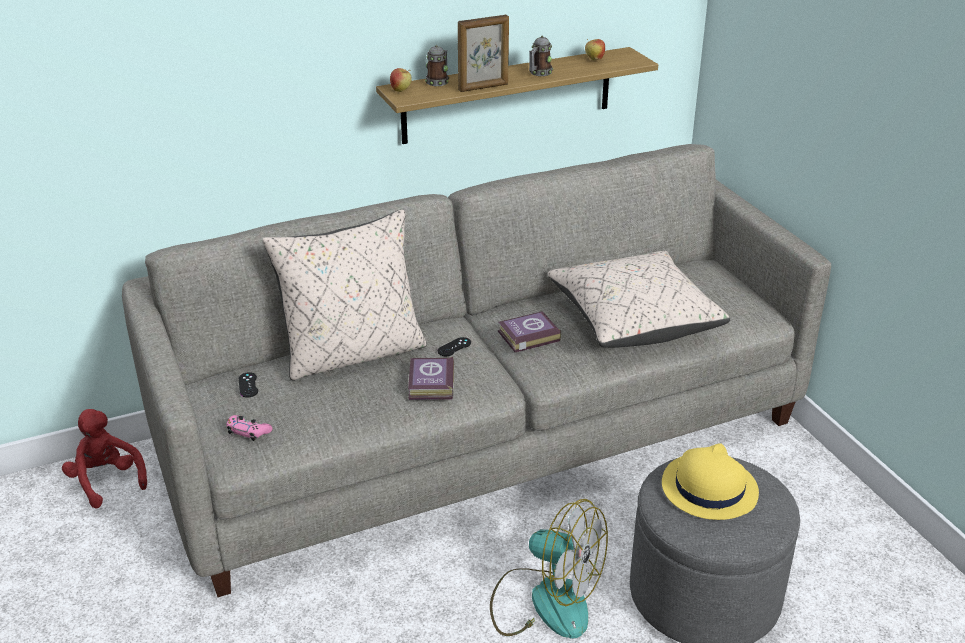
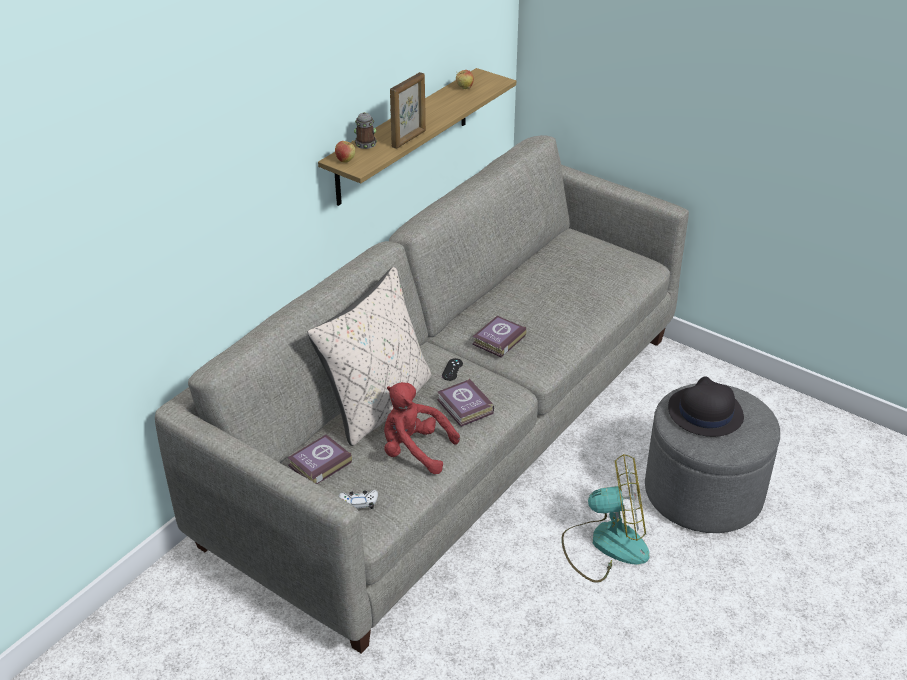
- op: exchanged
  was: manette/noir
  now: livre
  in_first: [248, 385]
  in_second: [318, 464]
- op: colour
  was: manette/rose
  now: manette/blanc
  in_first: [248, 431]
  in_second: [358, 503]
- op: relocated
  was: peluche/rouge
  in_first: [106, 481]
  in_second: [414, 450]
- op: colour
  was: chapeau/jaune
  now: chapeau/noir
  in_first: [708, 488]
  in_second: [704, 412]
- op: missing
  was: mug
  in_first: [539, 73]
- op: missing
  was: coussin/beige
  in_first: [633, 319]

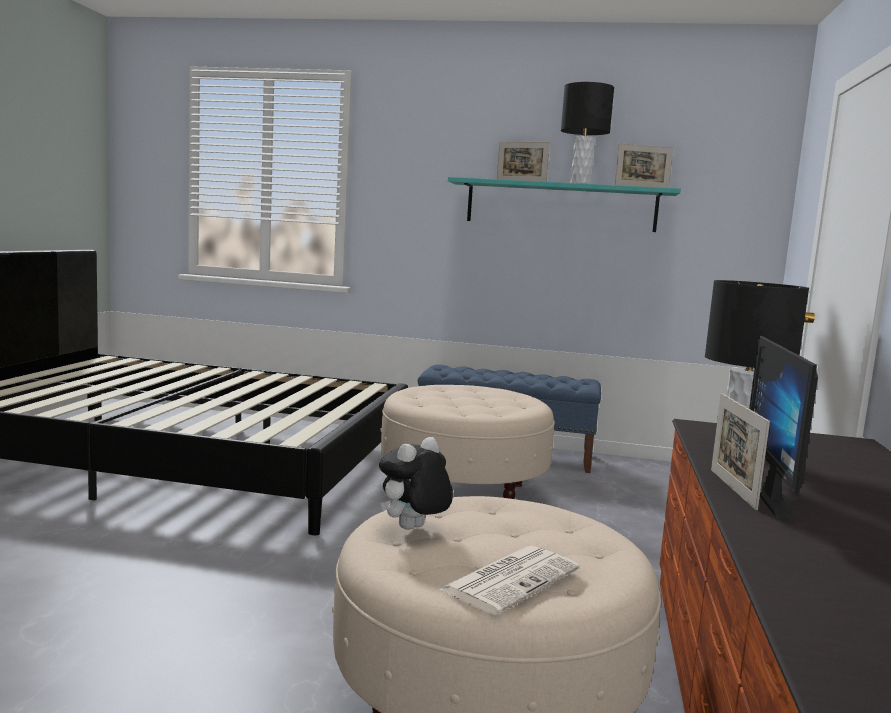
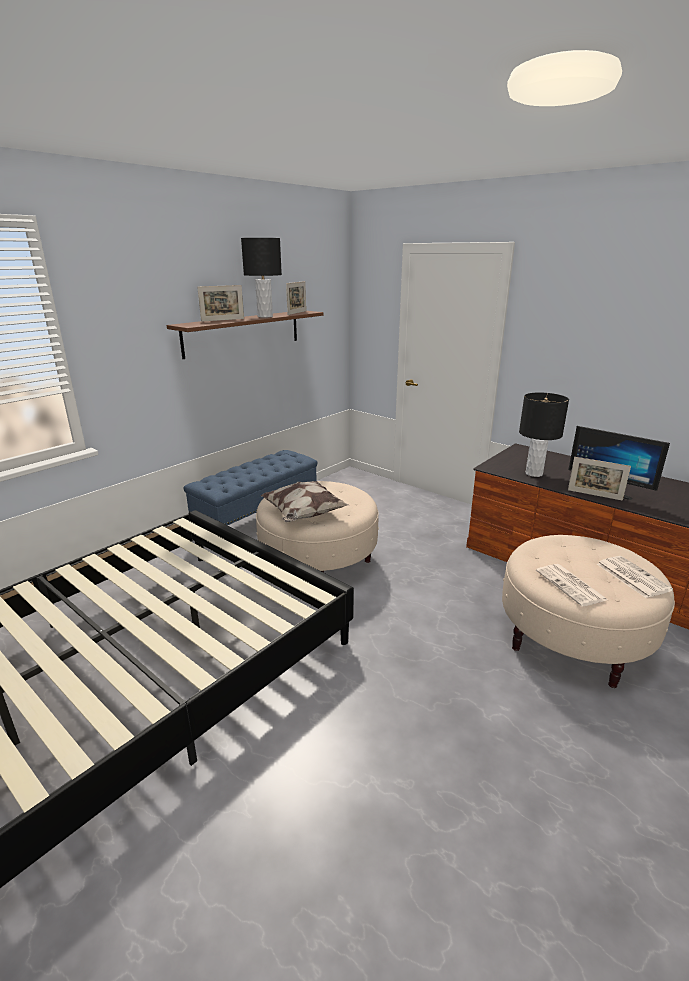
- op: colour
  was: étagère/turquoise
  now: étagère/marron
  in_first: [561, 206]
  in_second: [243, 333]
- op: appeared
  now: coussin
  in_second: [303, 515]
- op: exchanged
  was: peluche
  now: journal
  in_first: [413, 529]
  in_second: [571, 586]

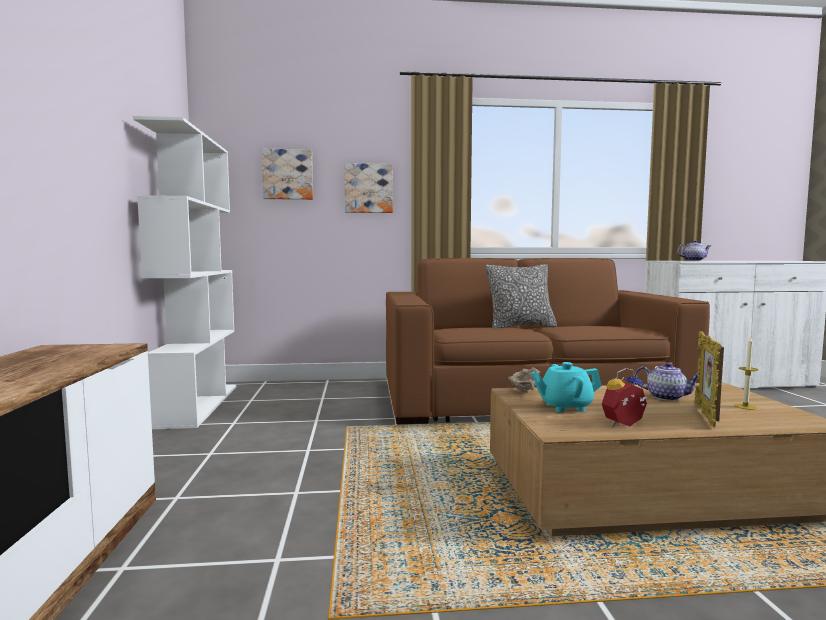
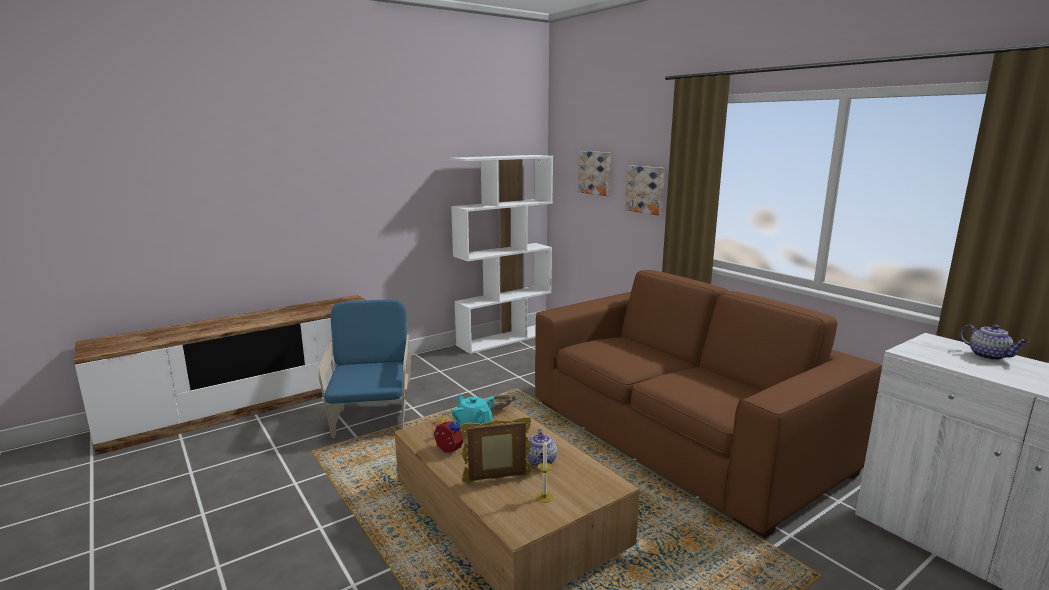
- op: appeared
  now: fauteuil/bleu
  in_second: [371, 417]
- op: missing
  was: coussin
  in_first: [520, 326]

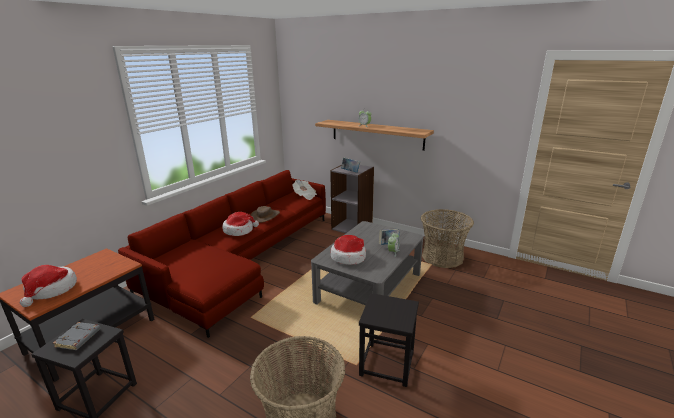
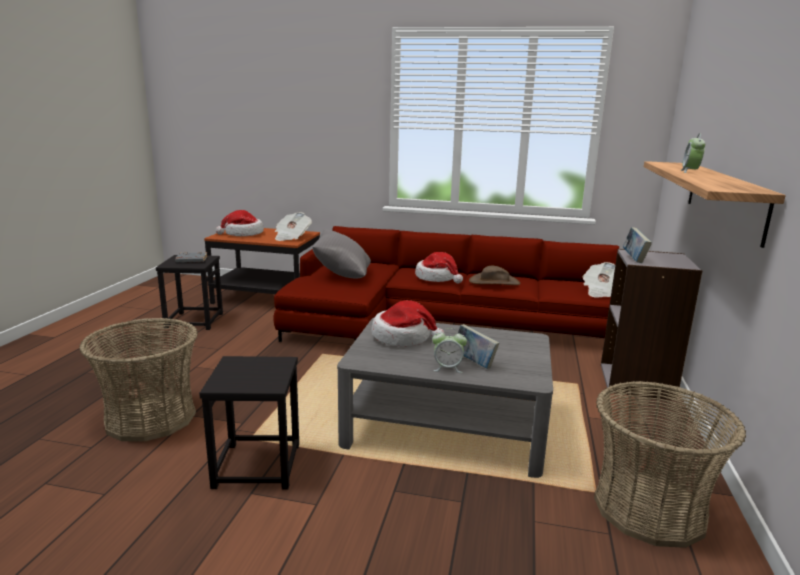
- op: appeared
  now: journal
  in_second: [291, 237]
- op: appeared
  now: coussin/gris
  in_second: [342, 275]

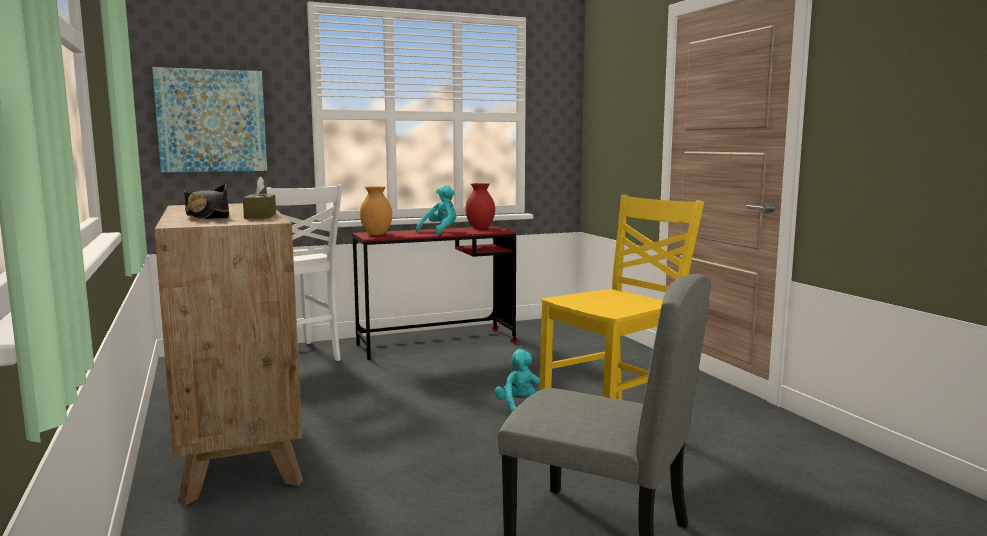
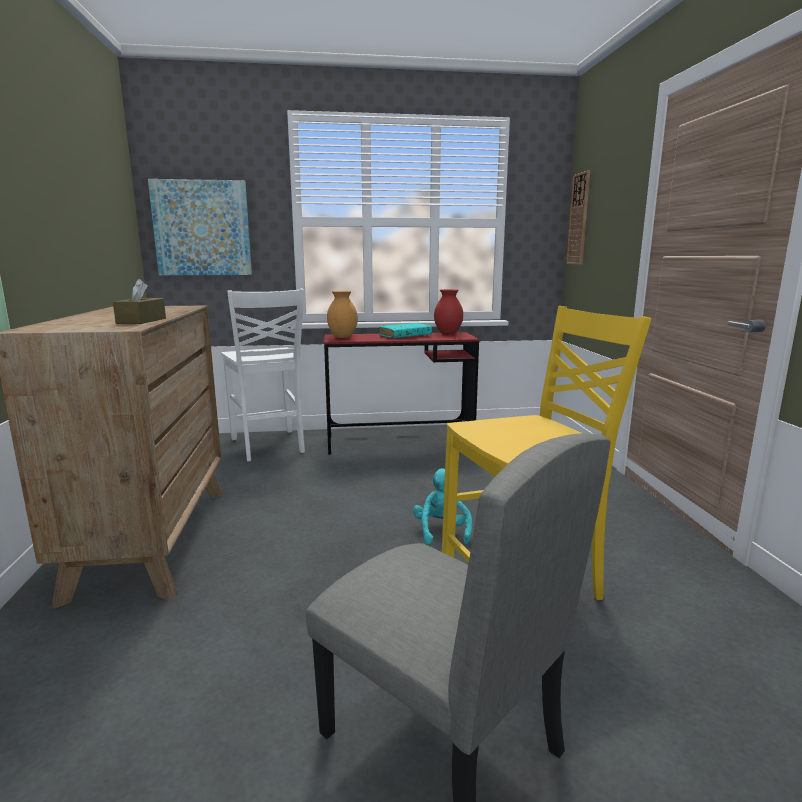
- op: exchanged
  was: peluche/turquoise
  now: livre/turquoise
  in_first: [440, 231]
  in_second: [405, 336]
- op: appeared
  now: horloge murale
  in_second: [579, 219]
- op: missing
  was: chapeau/noir
  in_first: [207, 217]

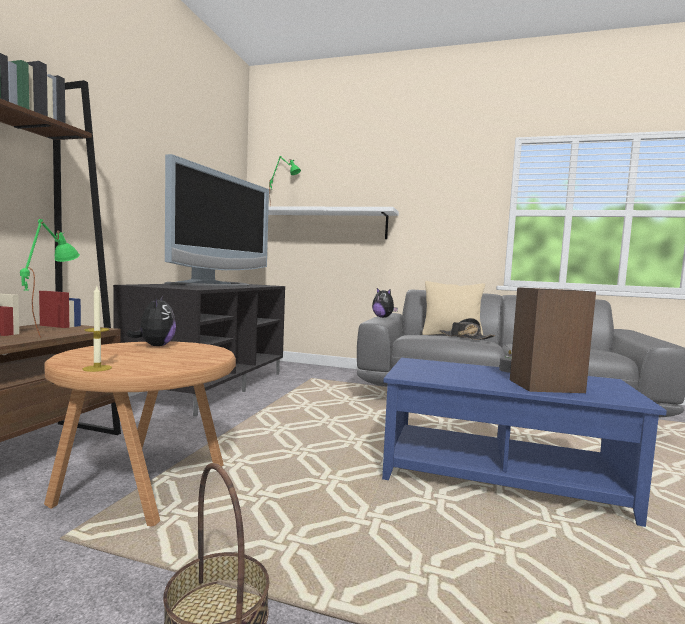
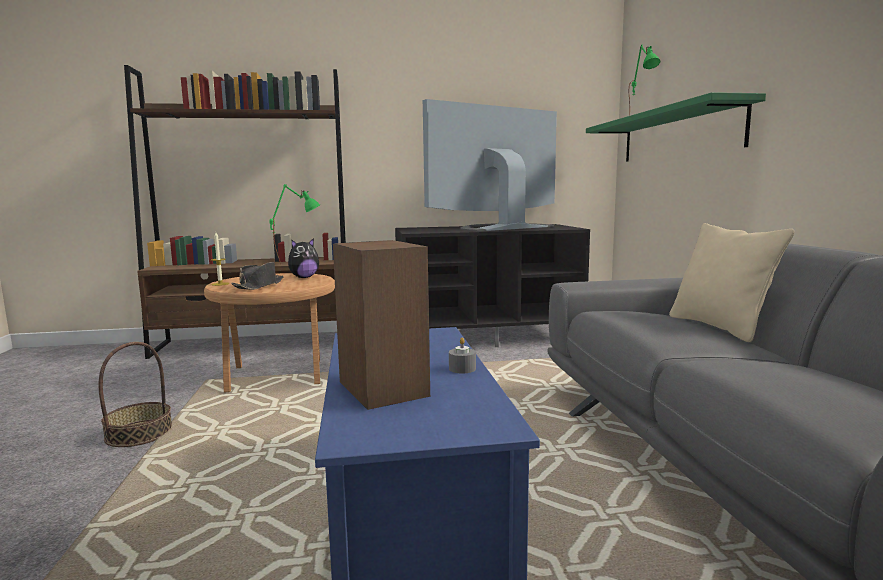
- op: relocated
  was: chapeau/noir
  in_first: [465, 337]
  in_second: [259, 286]
- op: spun
  was: téléviseur
  in_first: [216, 284]
  in_second: [499, 227]
  clockwise: 150
- op: colour
  was: étagère/blanc
  now: étagère/vert
  in_first: [322, 224]
  in_second: [677, 135]
- op: missing
  was: peluche
  in_first: [383, 317]

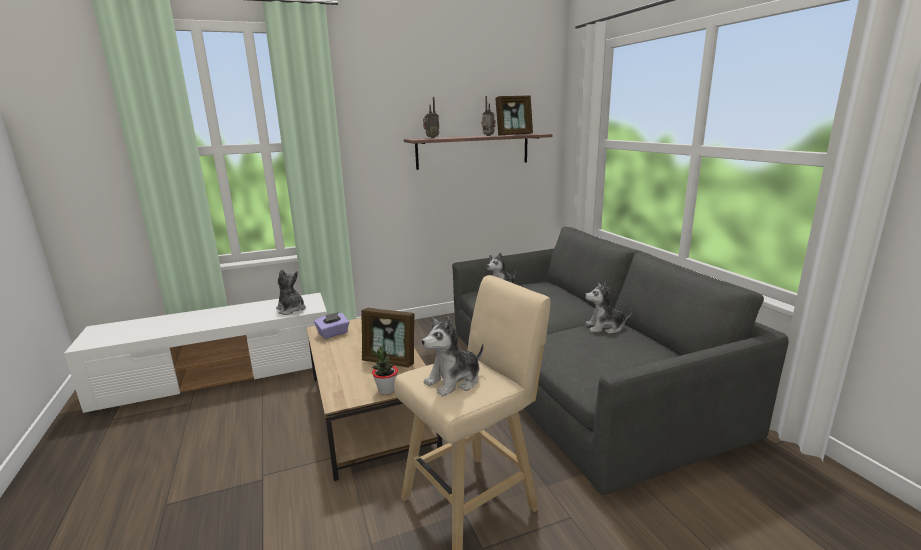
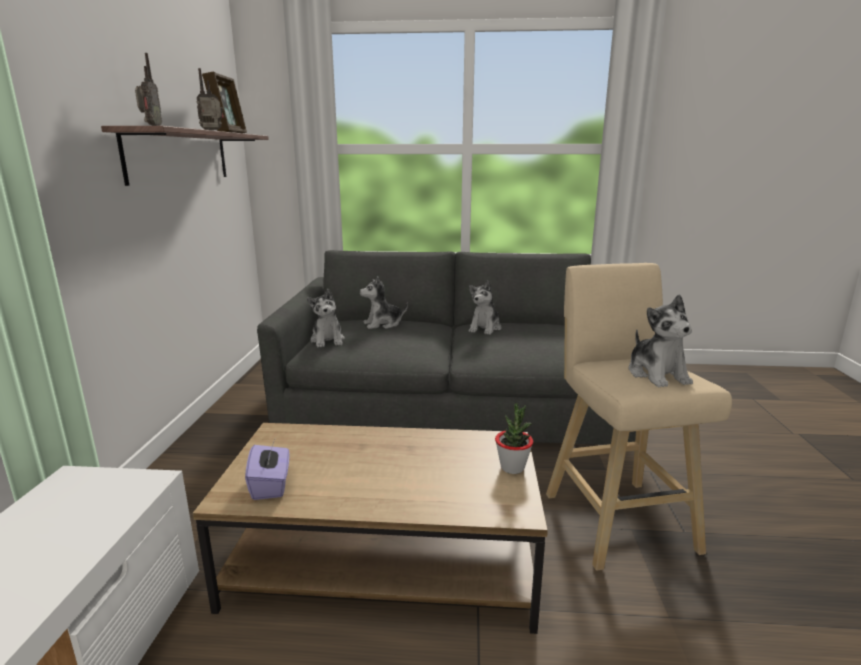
- op: relocated
  was: peluche
  in_first: [291, 310]
  in_second: [383, 324]
- op: missing
  was: cadre photo
  in_first: [389, 361]

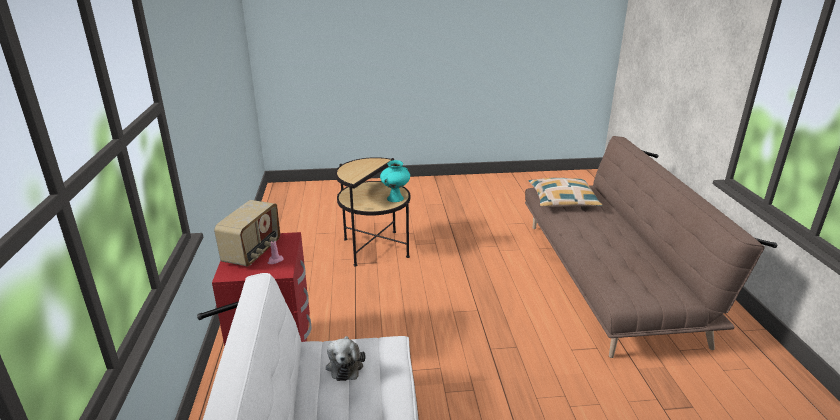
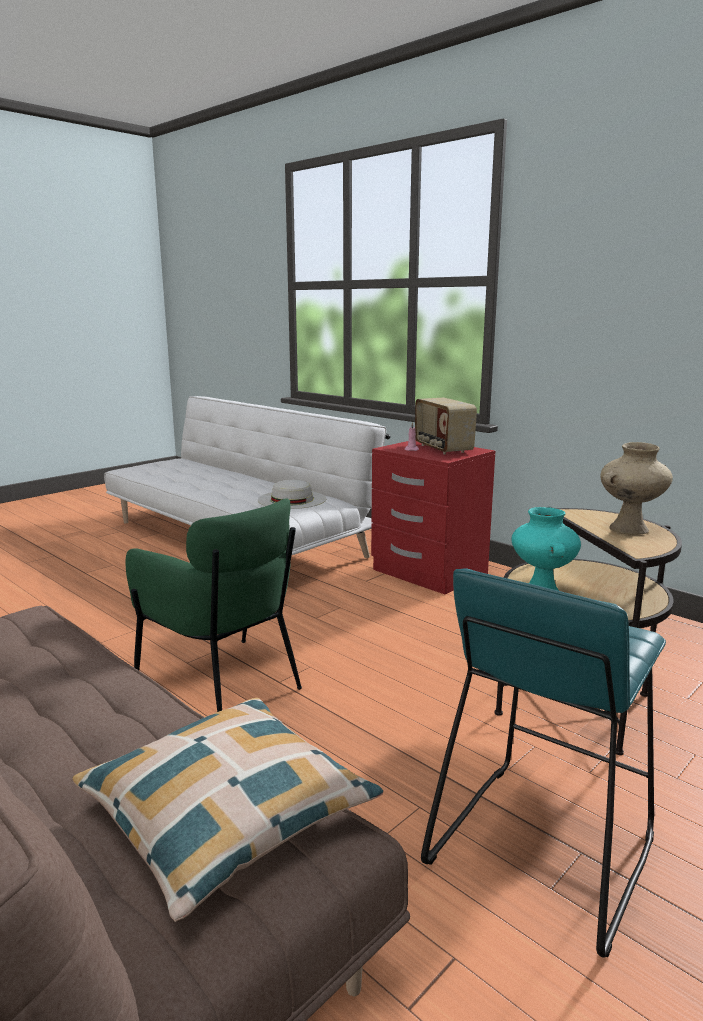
- op: appeared
  now: fauteuil/vert
  in_second: [225, 684]
- op: exchanged
  was: peluche
  now: chapeau/blanc
  in_first: [345, 365]
  in_second: [292, 499]
- op: appeared
  now: tabouret/turquoise
  in_second: [540, 848]
- op: appeared
  now: vase/beige
  in_second: [629, 529]

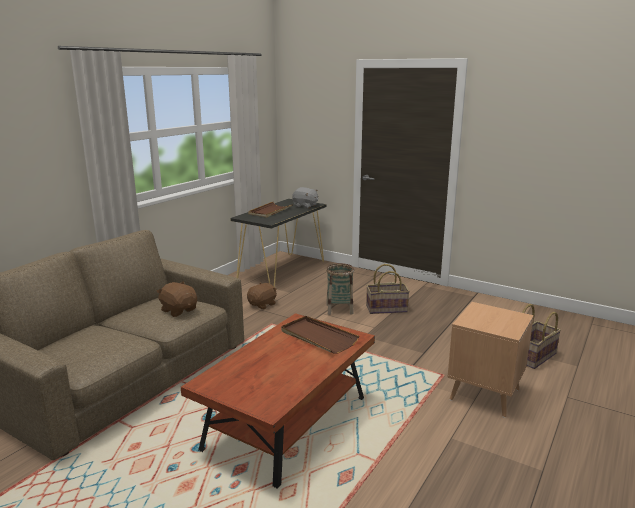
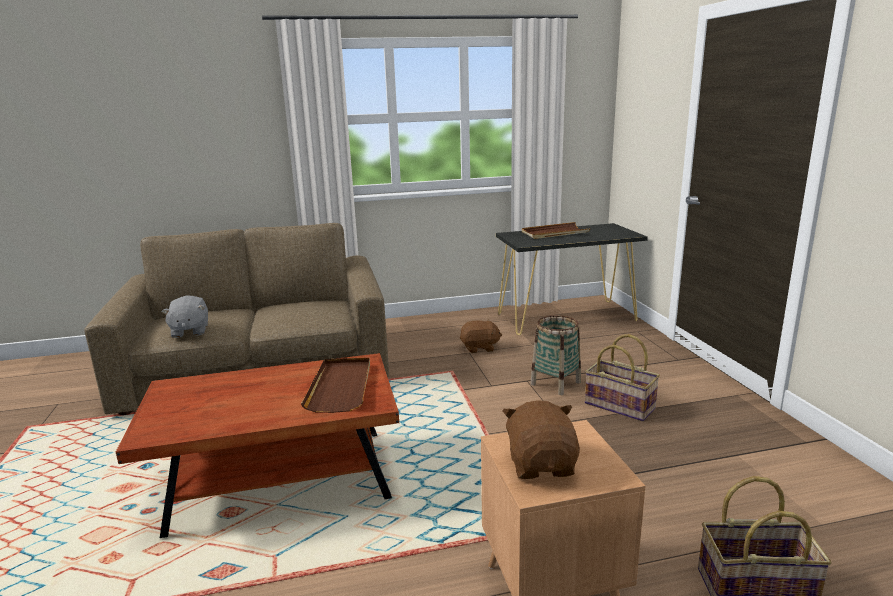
- op: relocated
  was: peluche/gris
  in_first: [305, 206]
  in_second: [189, 331]
- op: relocated
  was: peluche/marron
  in_first: [179, 310]
  in_second: [541, 464]

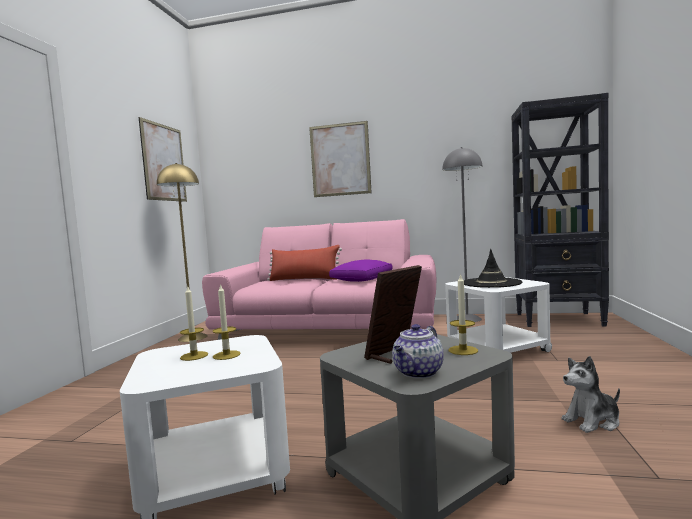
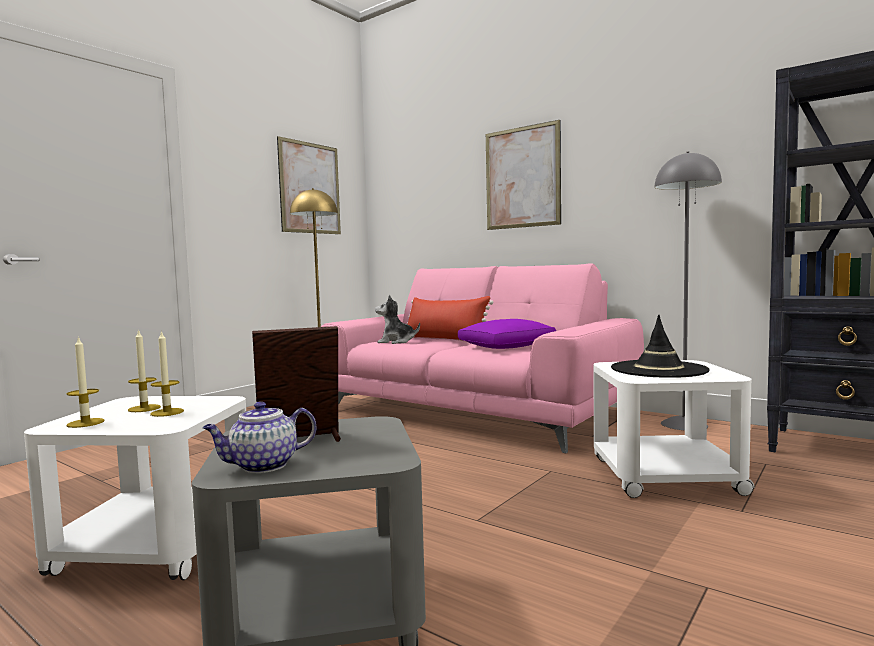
- op: relocated
  was: bougie
  in_first: [463, 350]
  in_second: [85, 423]
- op: relocated
  was: peluche
  in_first: [592, 421]
  in_second: [396, 342]

